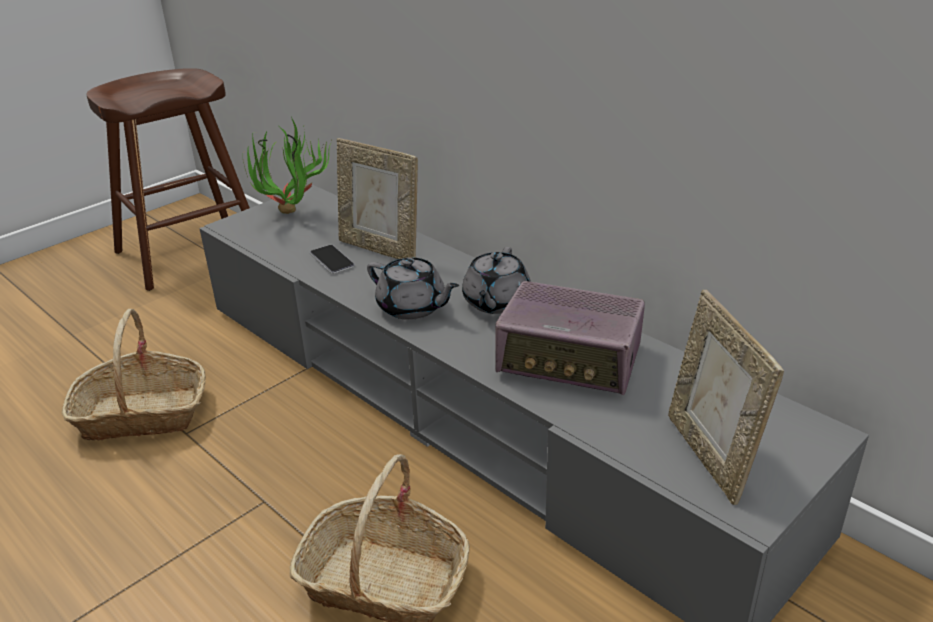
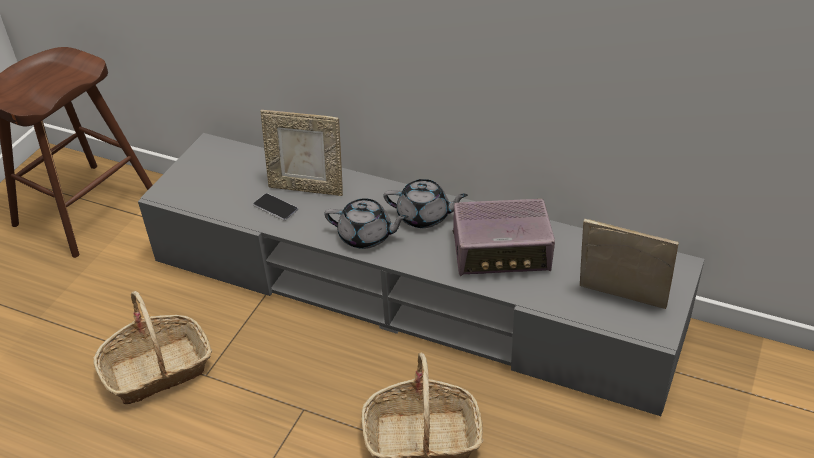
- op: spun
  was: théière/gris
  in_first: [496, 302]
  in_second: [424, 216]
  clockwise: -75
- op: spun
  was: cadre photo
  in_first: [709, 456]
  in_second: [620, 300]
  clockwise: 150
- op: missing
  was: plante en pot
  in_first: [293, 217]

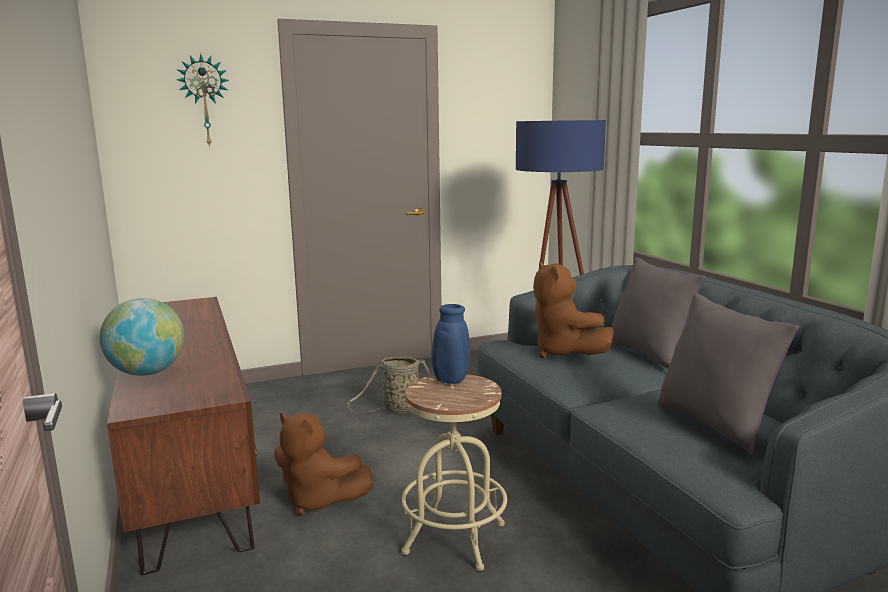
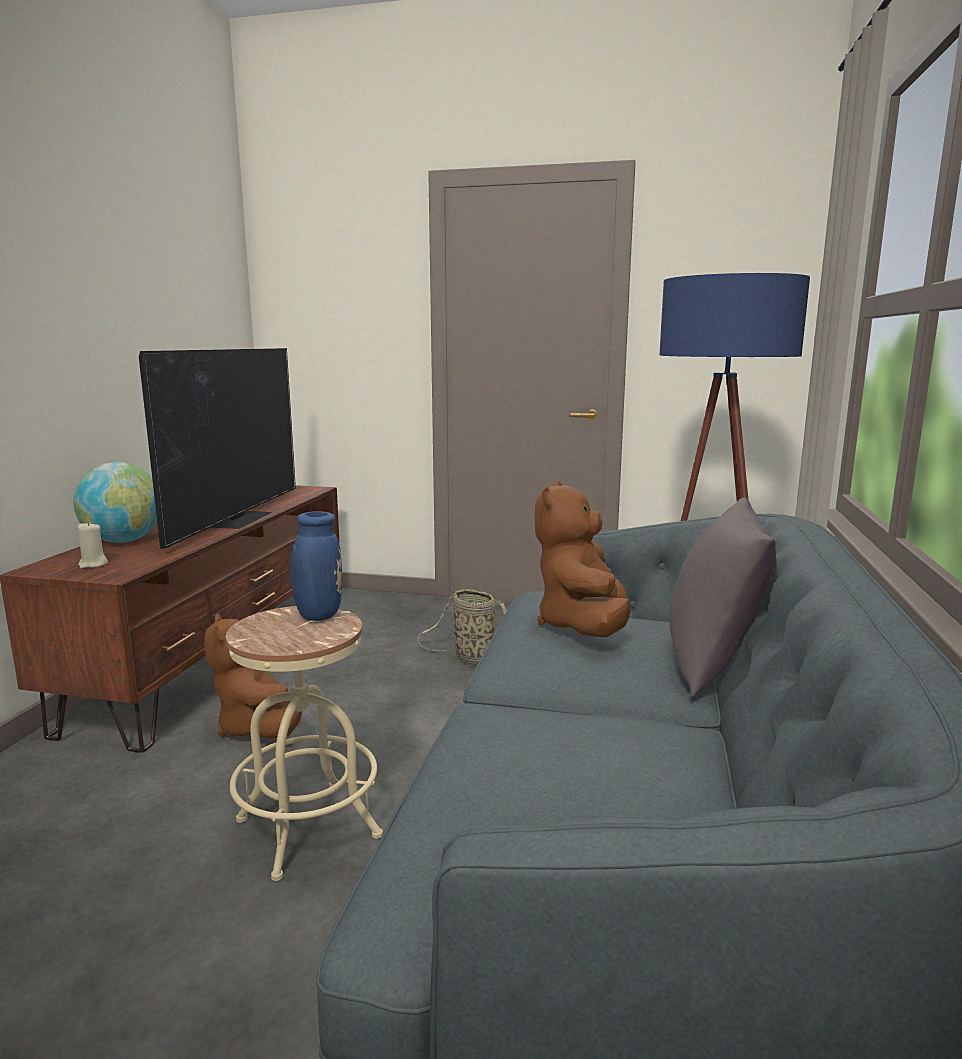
- op: appeared
  now: bougie/beige
  in_second: [93, 564]
- op: appeared
  now: téléviseur
  in_second: [238, 518]
- op: missing
  was: horloge murale
  in_first: [204, 101]
- op: missing
  was: coussin/gris
  in_first: [715, 425]

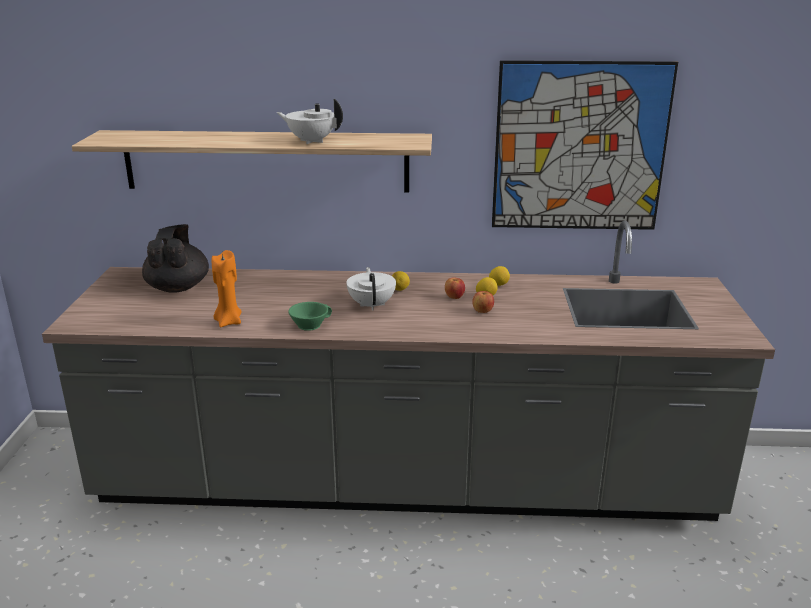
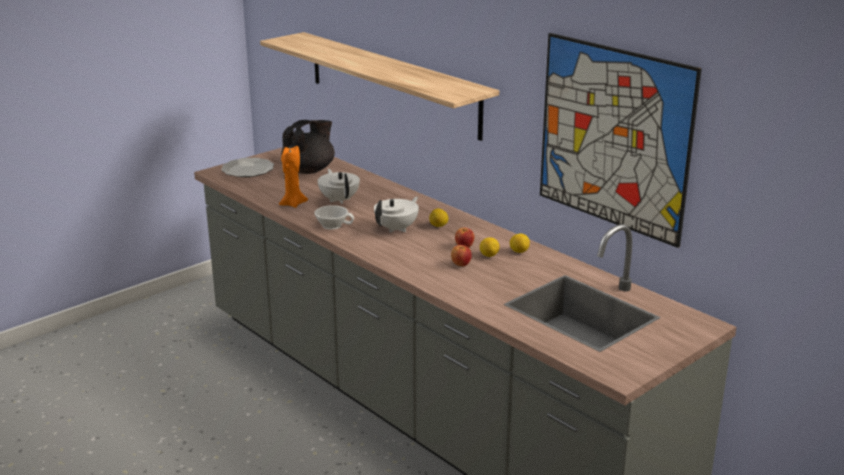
- op: appeared
  now: assiette
  in_second: [247, 170]
- op: colour
  was: tasse/vert
  now: tasse/blanc
  in_first: [309, 324]
  in_second: [333, 224]
- op: relocated
  was: théière/blanc
  in_first: [311, 141]
  in_second: [339, 200]

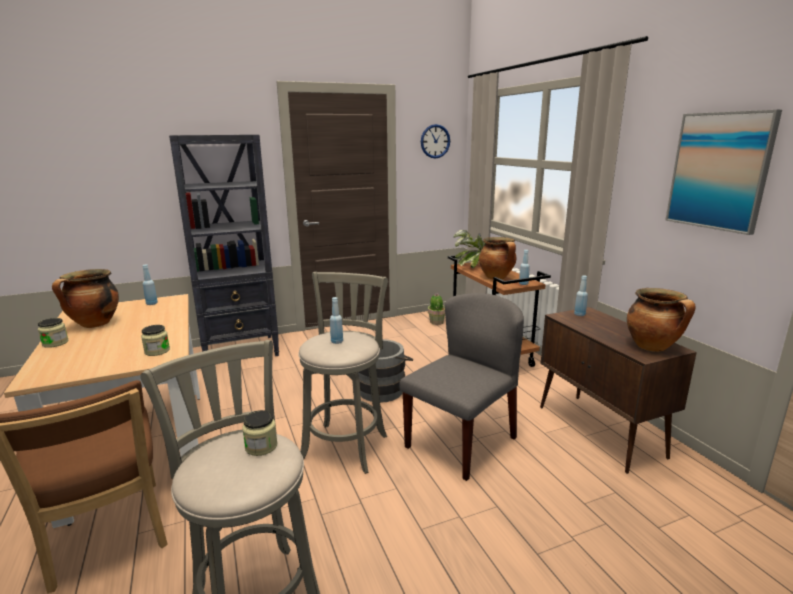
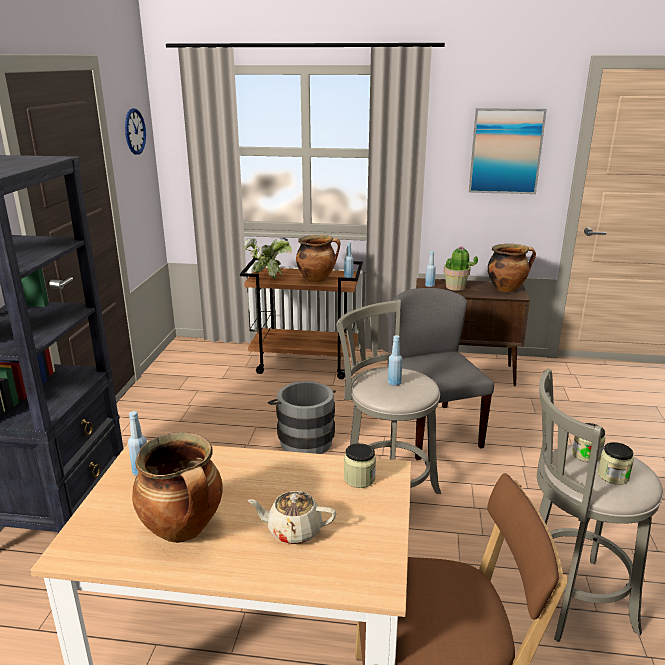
- op: appeared
  now: théière/beige
  in_second: [293, 530]
- op: relocated
  was: plante en pot
  in_first: [436, 322]
  in_second: [455, 287]
- op: relocated
  was: bocal
  in_first: [55, 343]
  in_second: [613, 476]

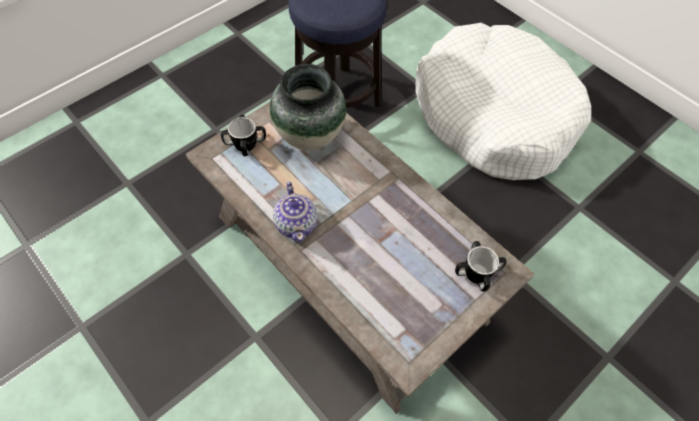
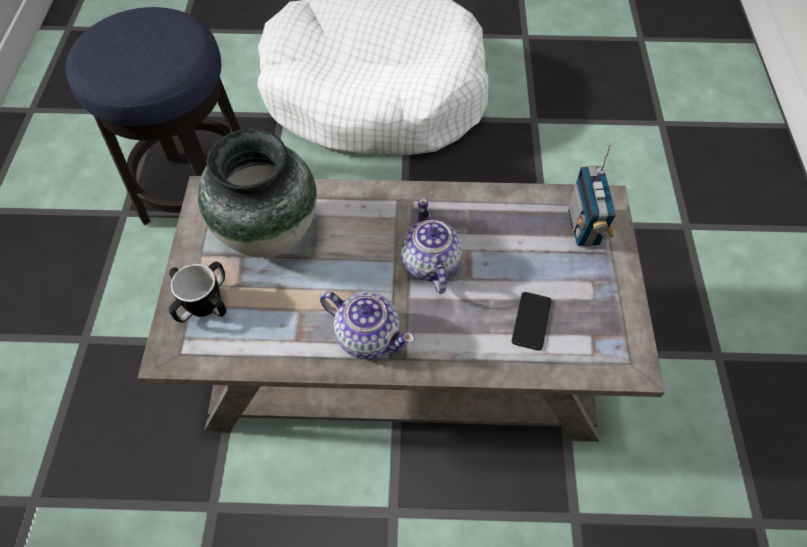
- op: appeared
  now: théière
  in_second: [429, 263]
- op: appeared
  now: téléphone
  in_second: [531, 321]
- op: exchanged
  was: mug
  now: radio
  in_first: [476, 273]
  in_second: [584, 227]

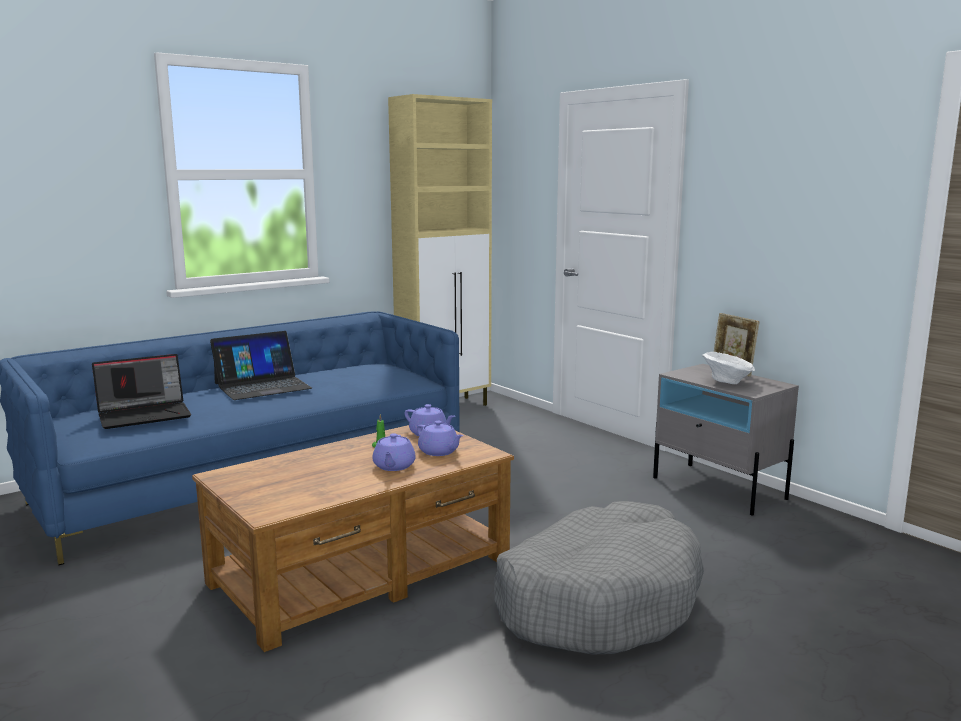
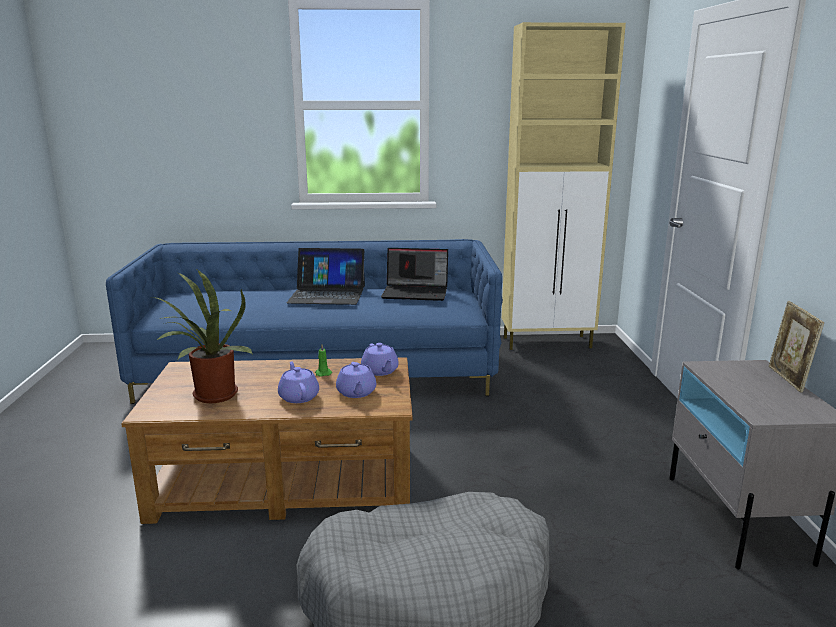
- op: appeared
  now: plante en pot
  in_second: [210, 396]
- op: spun
  was: théière/violet
  in_first: [393, 466]
  in_second: [298, 396]
  clockwise: 120
- op: relocated
  was: ordinateur portable
  in_first: [145, 414]
  in_second: [416, 292]
- op: missing
  was: bol/blanc
  in_first: [727, 382]

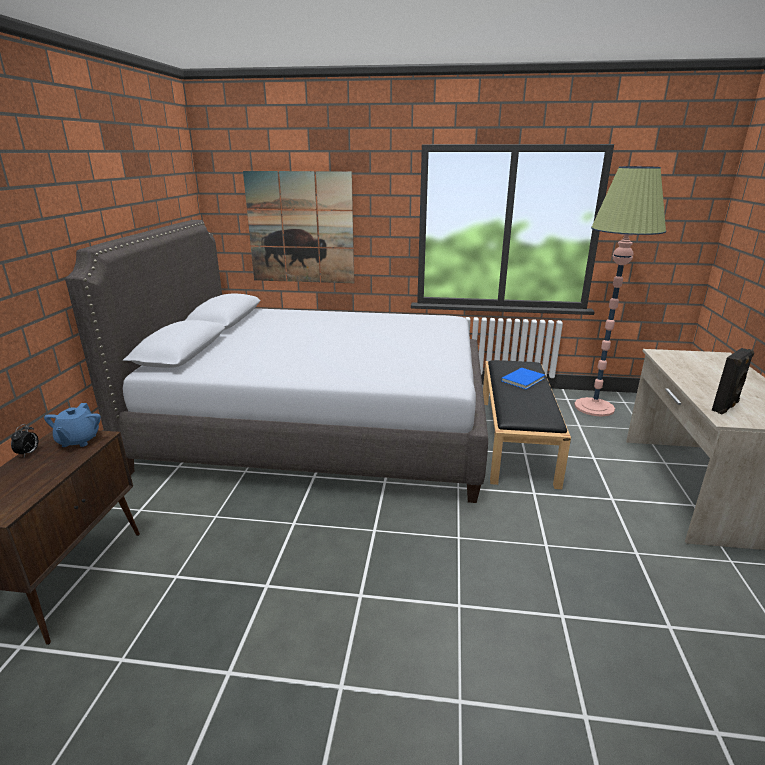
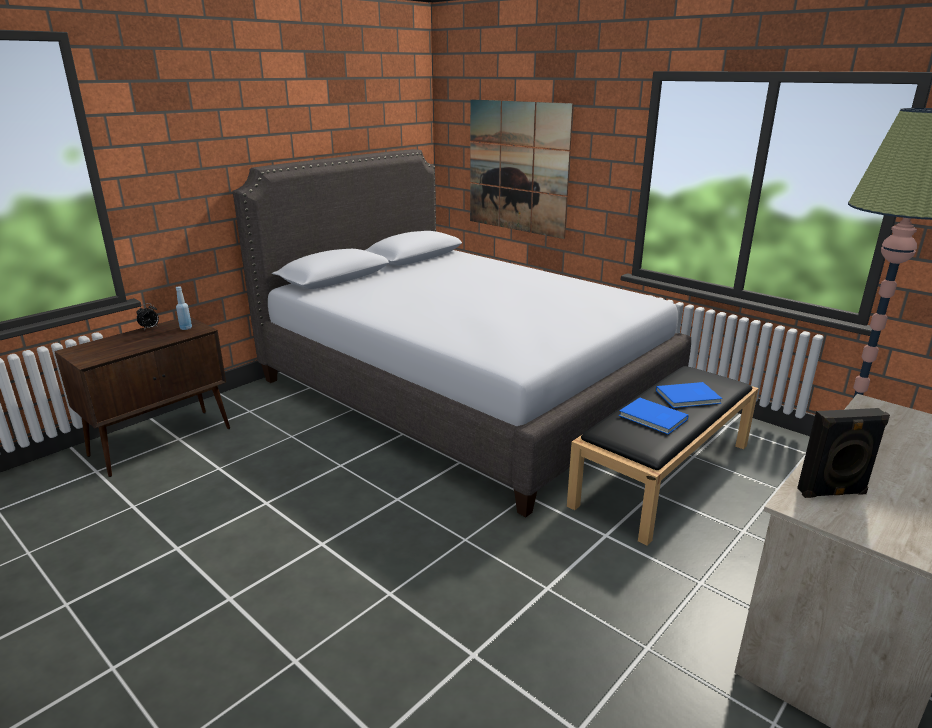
- op: exchanged
  was: théière/bleu
  now: bouteille/bleu
  in_first: [78, 440]
  in_second: [186, 328]
- op: appeared
  now: livre/bleu
  in_second: [653, 418]

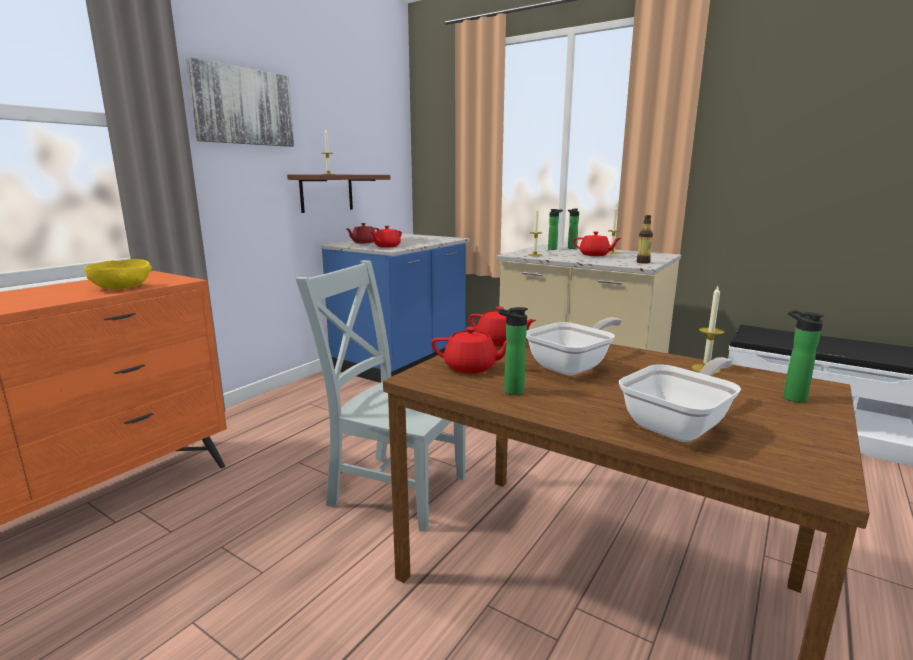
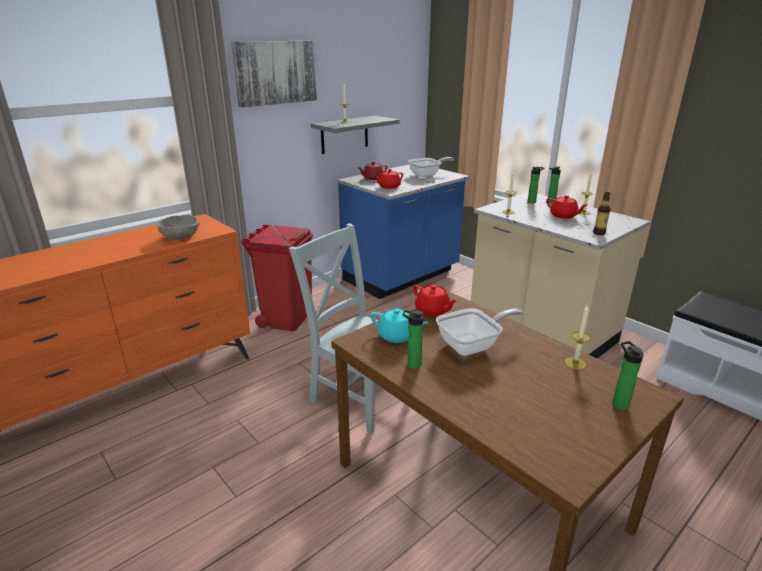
- op: colour
  was: bol/jaune
  now: bol/gris
  in_first: [121, 287]
  in_second: [180, 237]
- op: appeared
  now: poubelle/rouge
  in_second: [286, 318]
- op: colour
  was: étagère/marron
  now: étagère/gris
  in_first: [326, 193]
  in_second: [344, 134]
- op: colour
  was: théière/rouge
  now: théière/turquoise
  in_first: [471, 367]
  in_second: [397, 336]
- op: relocated
  was: poêle
  in_first: [680, 425]
  in_second: [427, 175]

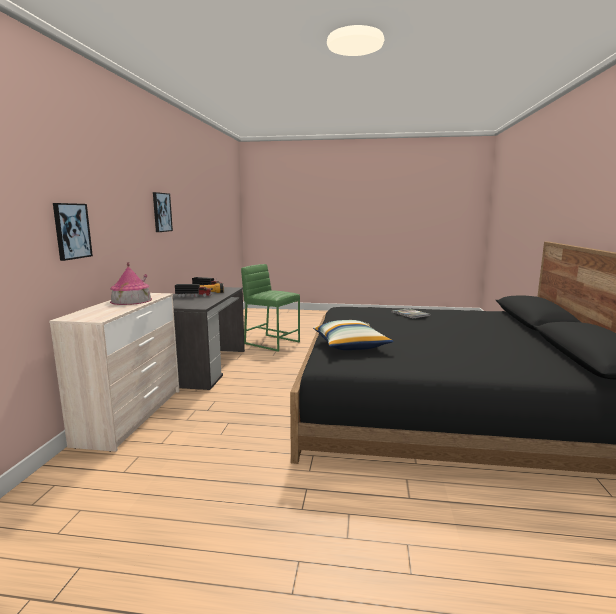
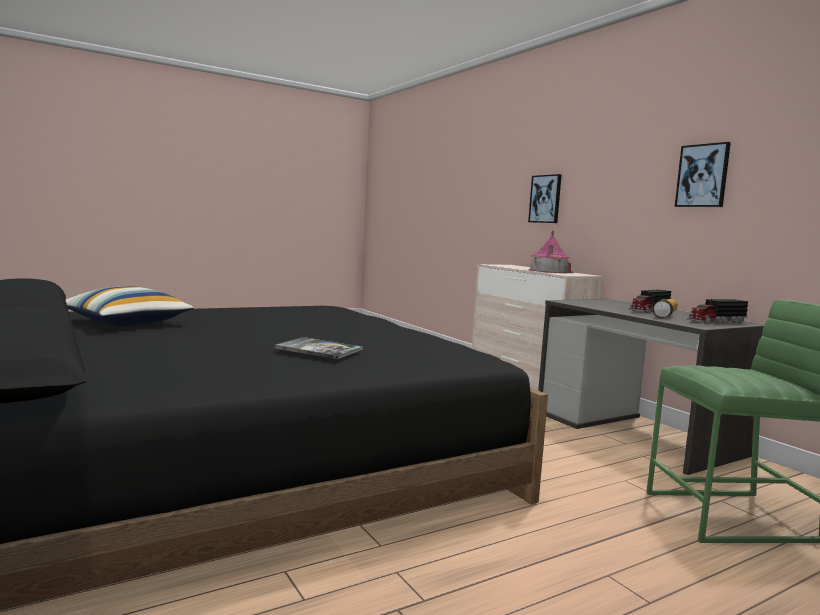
- op: relocated
  was: coussin
  in_first: [350, 345]
  in_second: [126, 322]

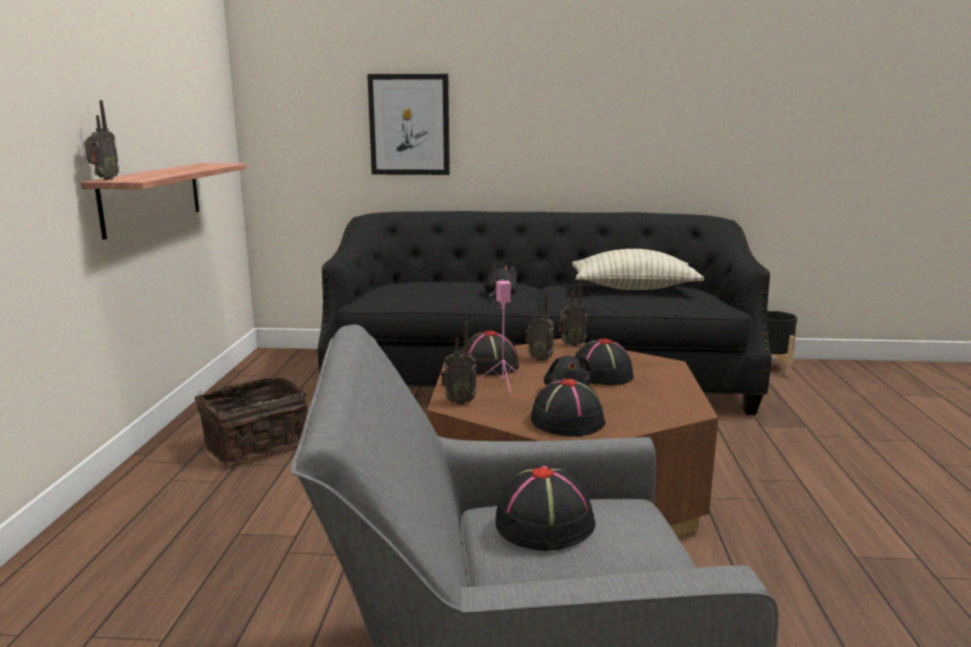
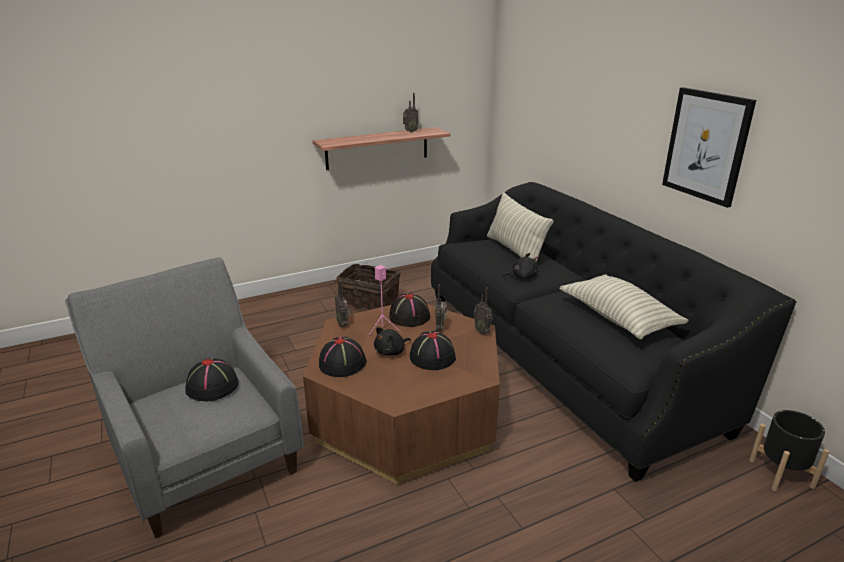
- op: relocated
  was: radio
  in_first: [104, 179]
  in_second: [410, 131]
- op: appeared
  now: coussin
  in_second: [515, 251]
- op: relocated
  was: tableau
  in_first: [409, 125]
  in_second: [706, 146]

